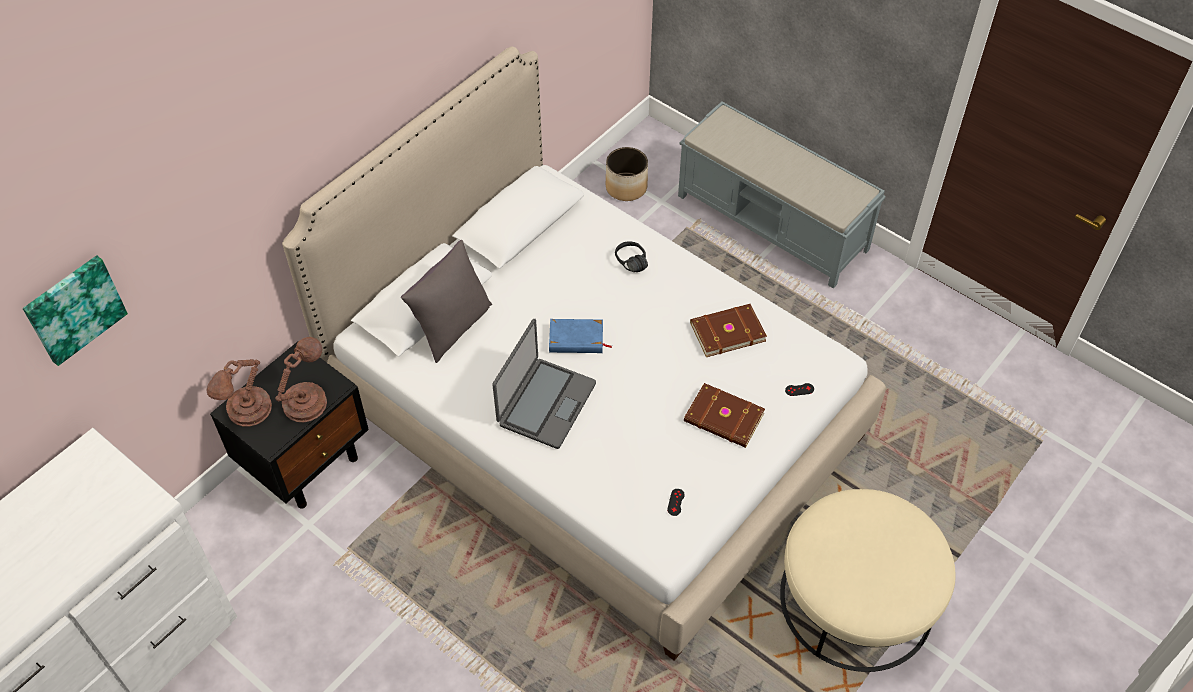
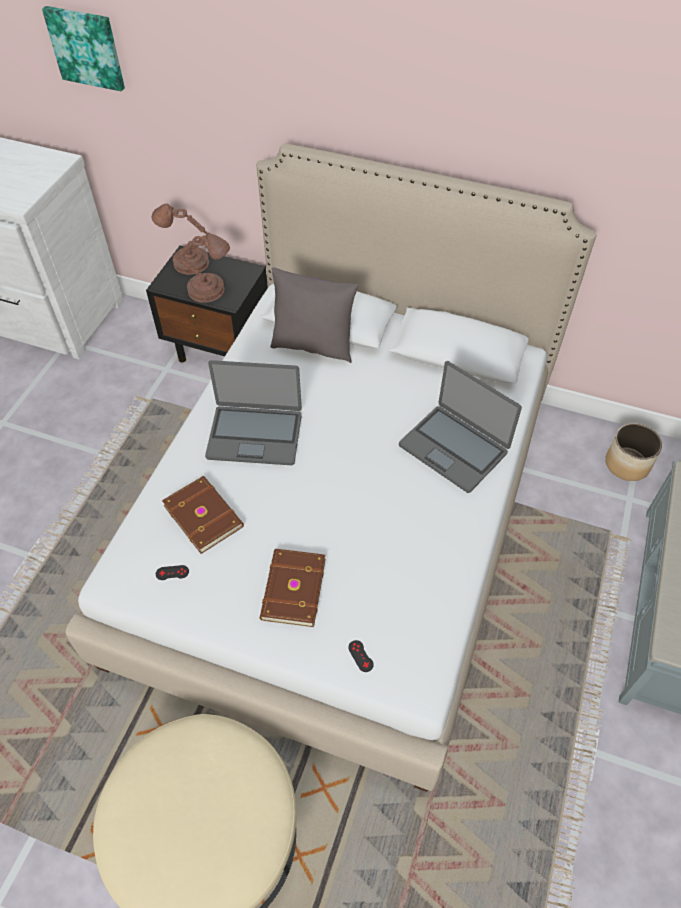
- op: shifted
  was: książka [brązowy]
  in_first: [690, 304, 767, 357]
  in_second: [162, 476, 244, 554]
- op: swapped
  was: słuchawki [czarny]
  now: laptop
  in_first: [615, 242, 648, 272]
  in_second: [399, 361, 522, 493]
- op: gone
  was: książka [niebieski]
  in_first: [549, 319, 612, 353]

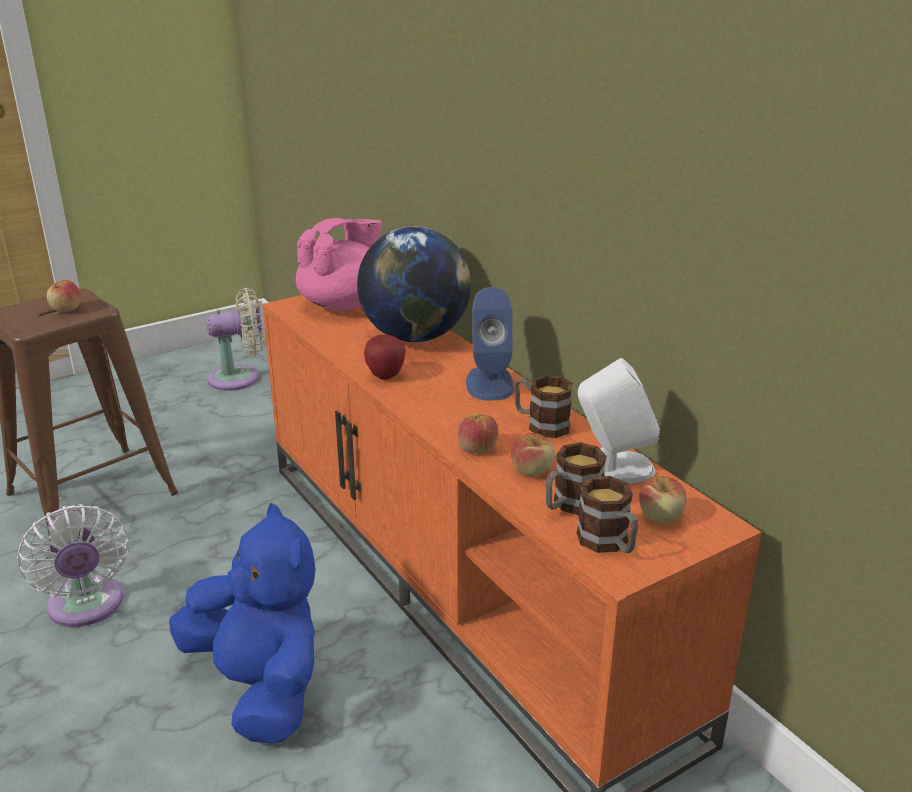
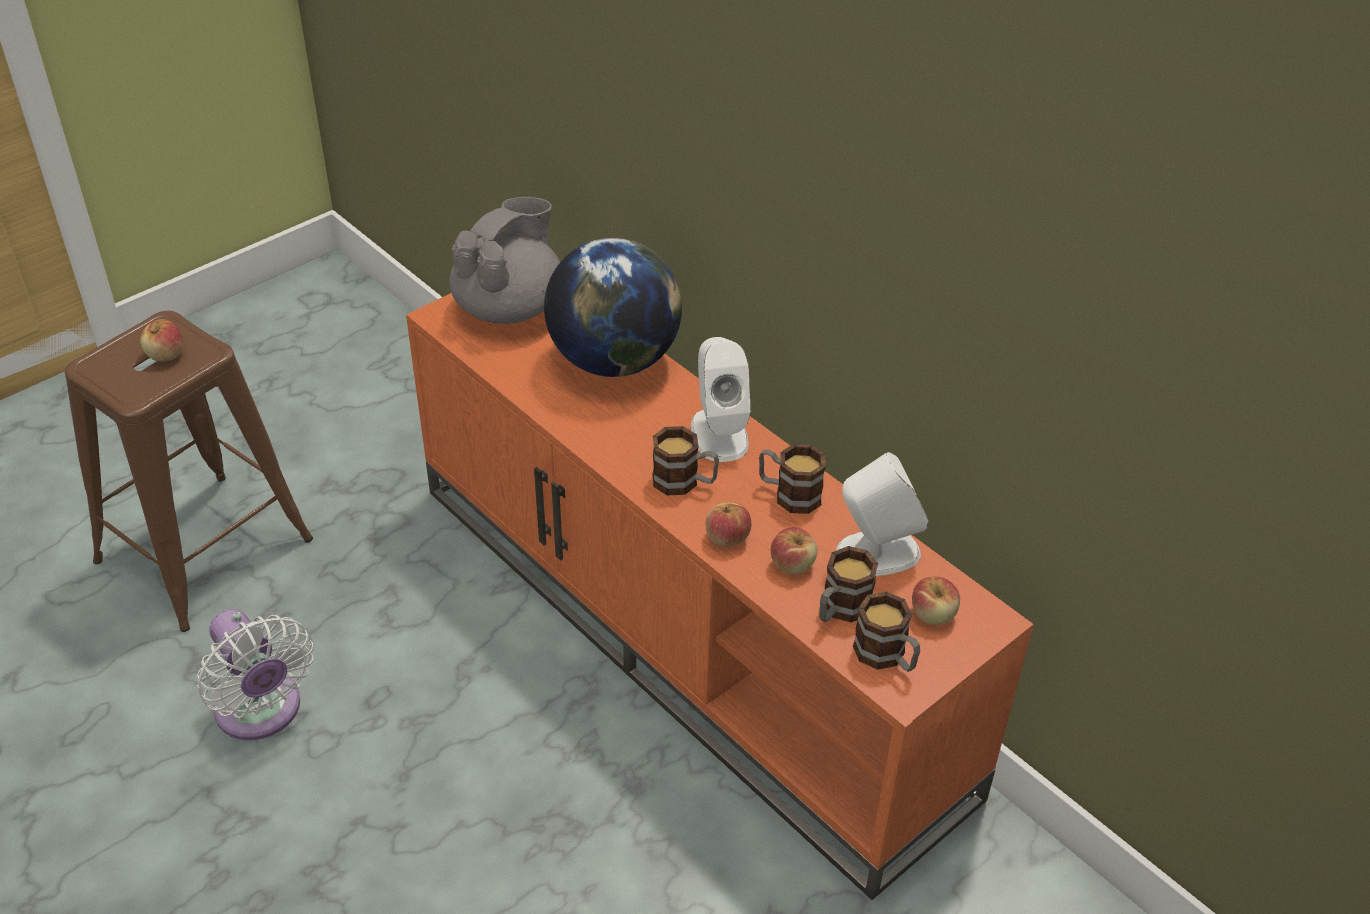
- op: repainted
  was: imbryk [różowy]
  now: imbryk [szary]
  in_first: [296, 218, 382, 311]
  in_second: [450, 197, 560, 324]
- op: new
  now: kubek
  in_second: [652, 426, 719, 495]
- op: repainted
  was: głośnik [niebieski]
  now: głośnik [biały]
  in_first: [466, 287, 514, 401]
  in_second: [691, 337, 751, 462]
- op: gone
  was: pluszak [niebieski]
  in_first: [169, 503, 316, 744]
- op: gone
  was: wentylator [beżowy]
  in_first: [206, 288, 264, 391]
- op: gone
  was: jabłko
  in_first: [364, 335, 406, 380]

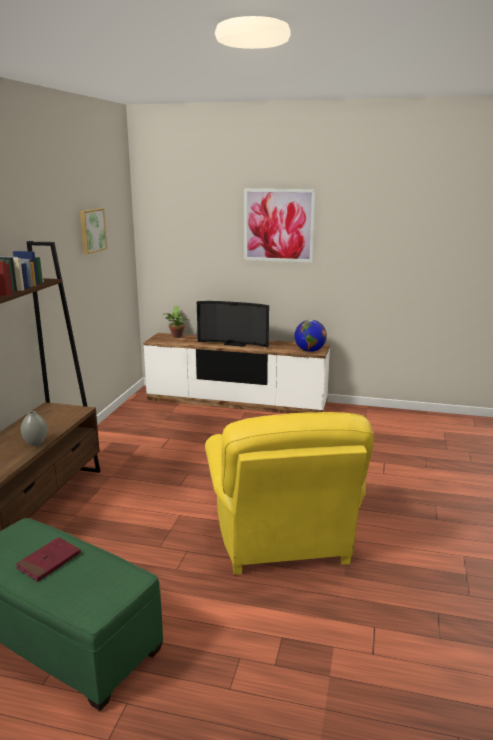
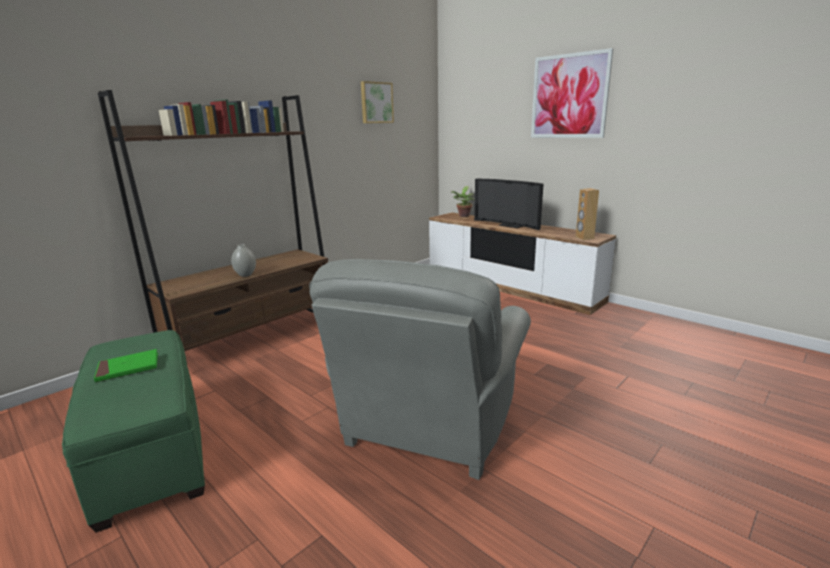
- op: repainted
  was: książka [czerwony]
  now: książka [zielony]
  in_first: [16, 537, 81, 582]
  in_second: [94, 349, 158, 382]
- op: repainted
  was: fotel [żółty]
  now: fotel [szary]
  in_first: [205, 412, 374, 575]
  in_second: [309, 259, 531, 480]
- op: swapped
  was: globus
  now: głośnik [brązowy]
  in_first: [294, 320, 327, 352]
  in_second: [576, 188, 599, 240]

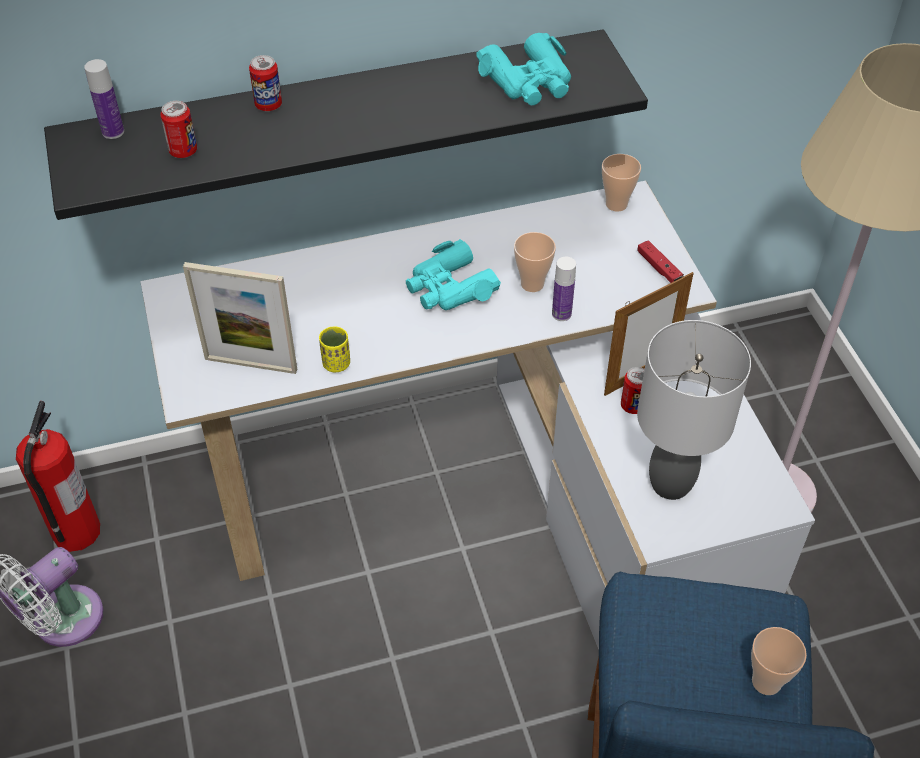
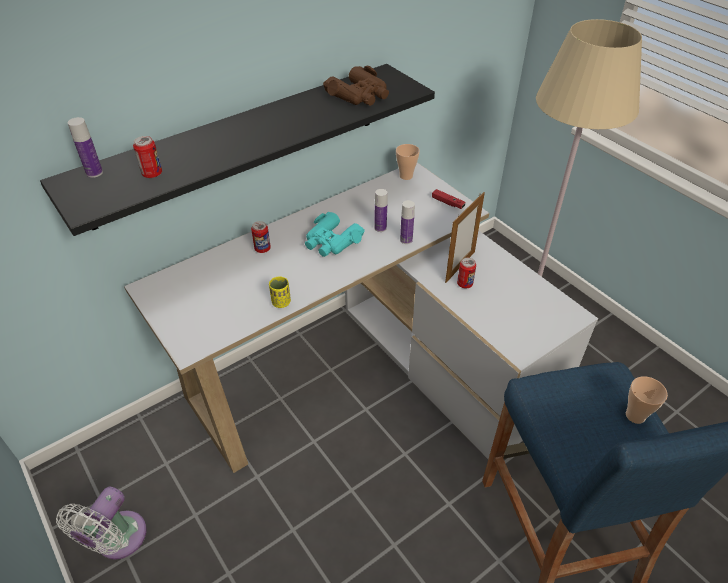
- op: shifted
  was: puszka
  in_first: [249, 55, 282, 111]
  in_second: [251, 221, 271, 253]
- op: repainted
  was: lornetka [turkusowy]
  now: lornetka [brązowy]
  in_first: [476, 33, 571, 106]
  in_second: [323, 65, 389, 106]
- op: swapped
  was: filiżanka
  now: butelka
  in_first: [514, 232, 556, 292]
  in_second: [374, 189, 387, 232]
- op: gone
  was: gaśnica
  in_first: [16, 401, 100, 552]
- op: gone
  was: ramka na zdjęcie
  in_first: [183, 262, 297, 374]
- op: gone
  was: lampa stołowa [szary]
  in_first: [637, 320, 751, 500]

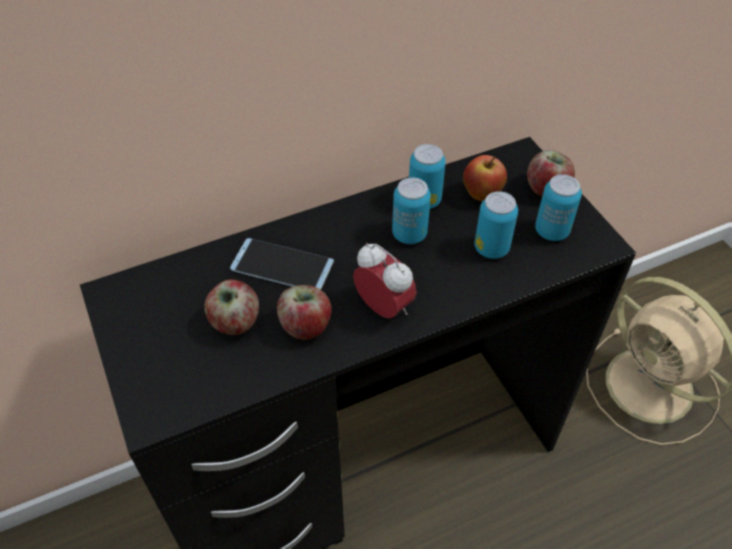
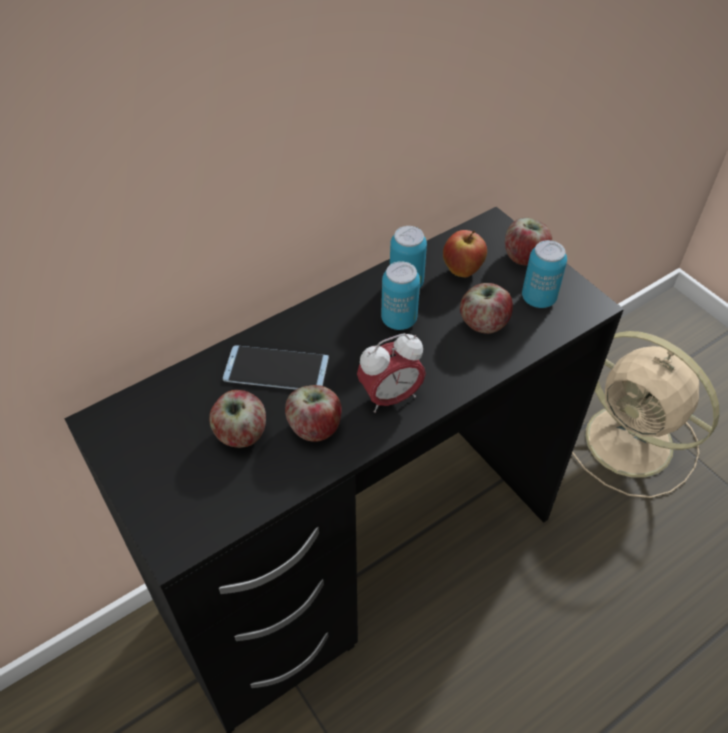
- op: rotated
  was: budzik
  in_first: [353, 243, 417, 319]
  in_second: [357, 333, 426, 413]
  clockwise: 120
- op: swapped
  was: puszka
  now: jabłko
  in_first: [474, 191, 518, 259]
  in_second: [460, 283, 513, 334]

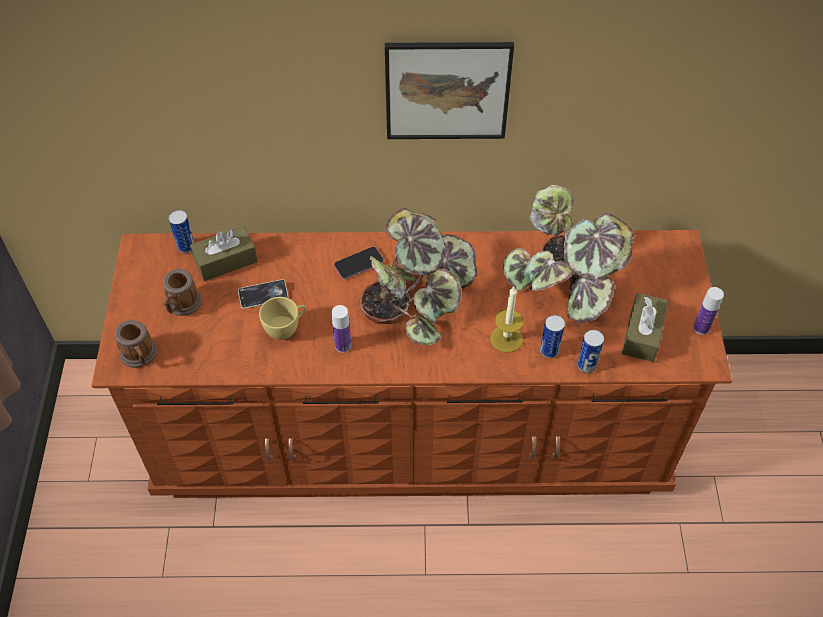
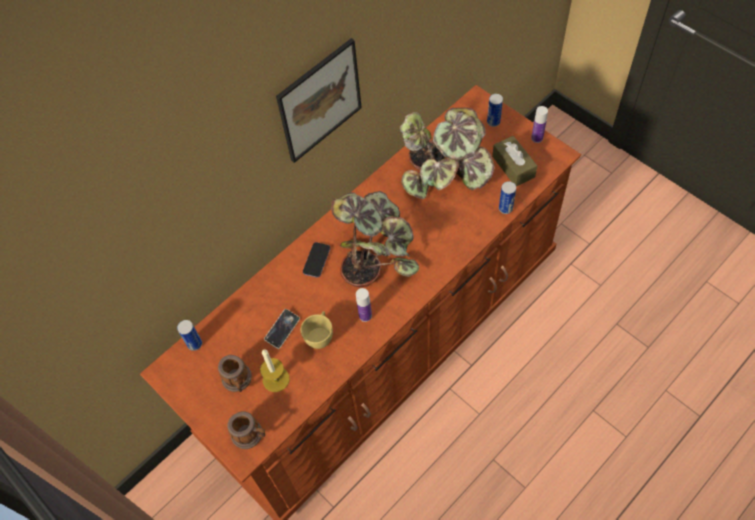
- op: shifted
  was: świeca
  in_first: [490, 287, 523, 353]
  in_second: [260, 349, 290, 392]
- op: shifted
  was: puszka
  in_first: [540, 315, 565, 358]
  in_second: [487, 94, 503, 127]
- op: gone
  was: pudełko chusteczek [brązowy]
  in_first: [190, 226, 258, 281]

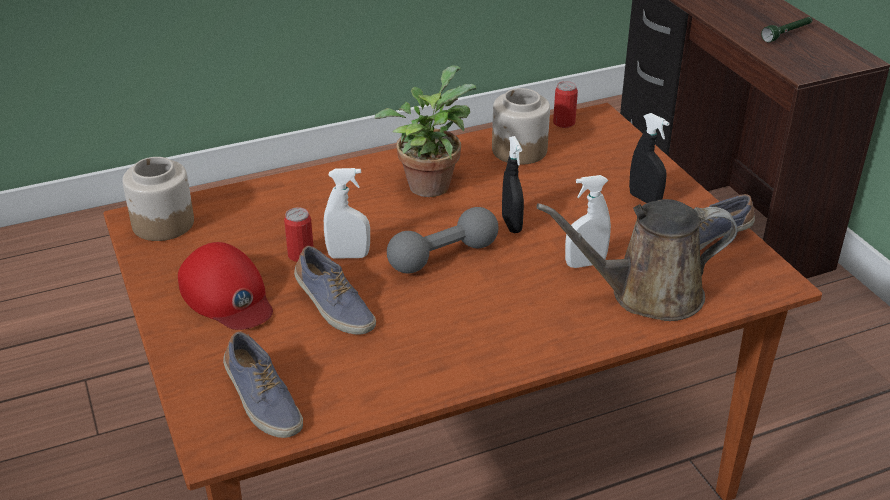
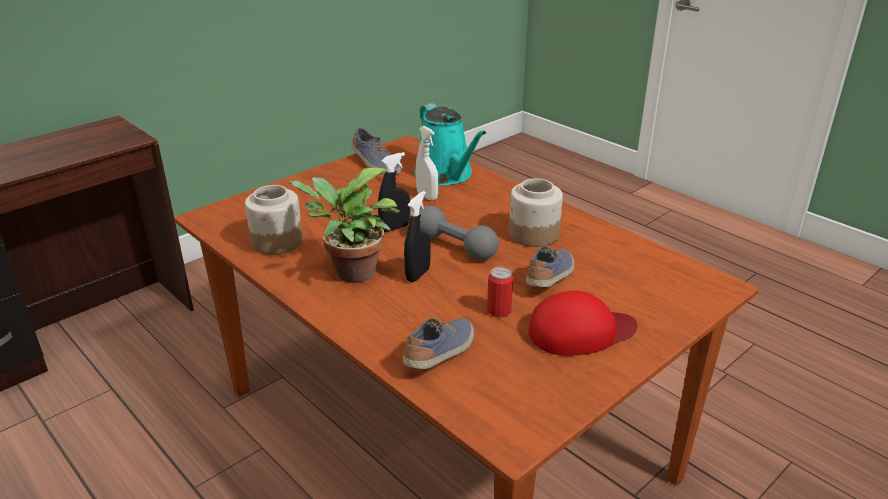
- op: shifted
  was: but
  in_first: [223, 331, 303, 438]
  in_second: [403, 318, 474, 369]
- op: shifted
  was: spryskiwacz [czarny]
  in_first: [629, 113, 669, 203]
  in_second: [404, 191, 431, 282]
- op: repainted
  was: konewka [brązowy]
  now: konewka [turkusowy]
  in_first: [536, 199, 738, 321]
  in_second: [415, 103, 487, 185]
- op: shifted
  was: słoik
  in_first: [122, 157, 194, 241]
  in_second: [509, 178, 563, 247]
- op: rotated
  was: czapka z daszkiem [czerwony]
  in_first: [178, 242, 273, 330]
  in_second: [528, 290, 637, 356]
  clockwise: 45
- op: gone
  was: spryskiwacz [biały]
  in_first: [324, 168, 370, 259]
- op: gone
  was: puszka
  in_first: [553, 81, 578, 128]
- op: gone
  was: latarka [zielony]
  in_first: [761, 17, 812, 42]

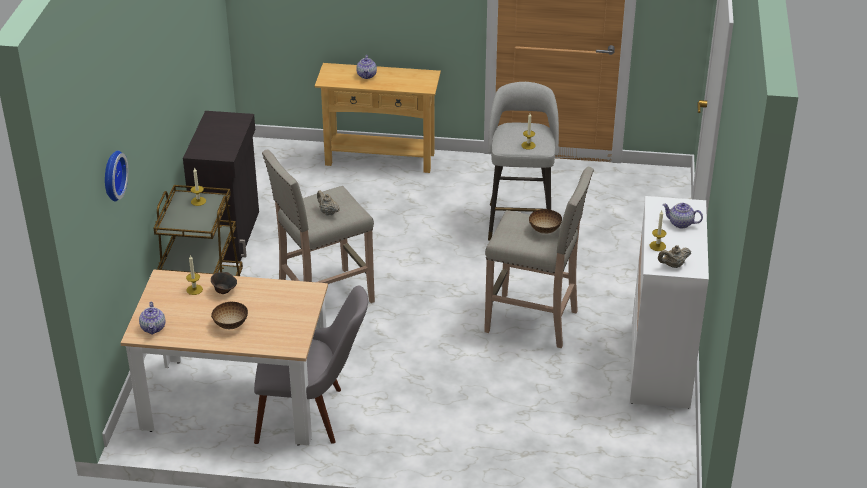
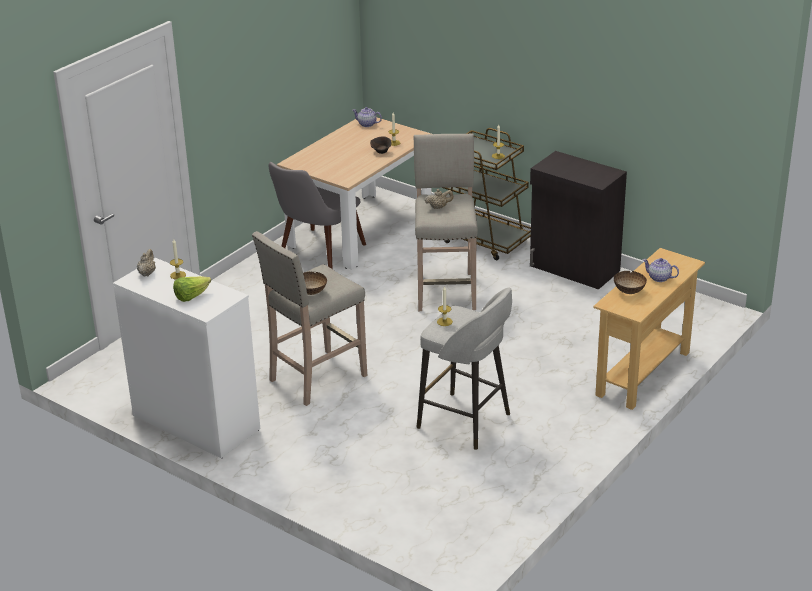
- op: swapped
  was: imbryk
  now: sałata
  in_first: [662, 203, 703, 228]
  in_second: [173, 276, 211, 302]
- op: shifted
  was: miska
  in_first: [211, 302, 248, 329]
  in_second: [614, 271, 647, 294]
- op: gone
  was: zegar ścienny
  in_first: [105, 150, 128, 202]

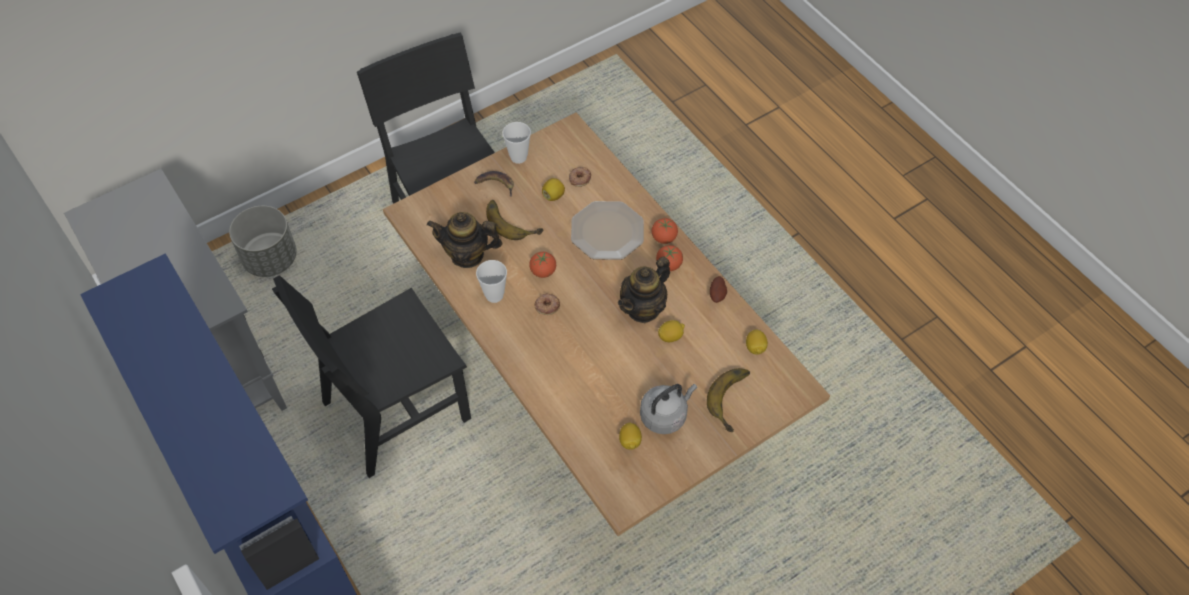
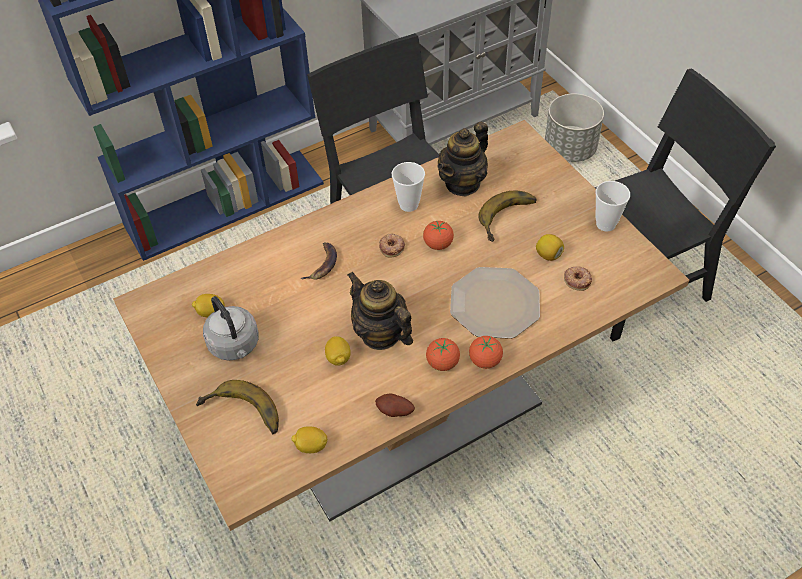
- op: shifted
  was: banan
  in_first: [474, 171, 514, 197]
  in_second: [300, 242, 337, 280]
- op: rotated
  was: imbryk
  in_first: [427, 212, 503, 268]
  in_second: [437, 122, 488, 197]
  clockwise: -150

